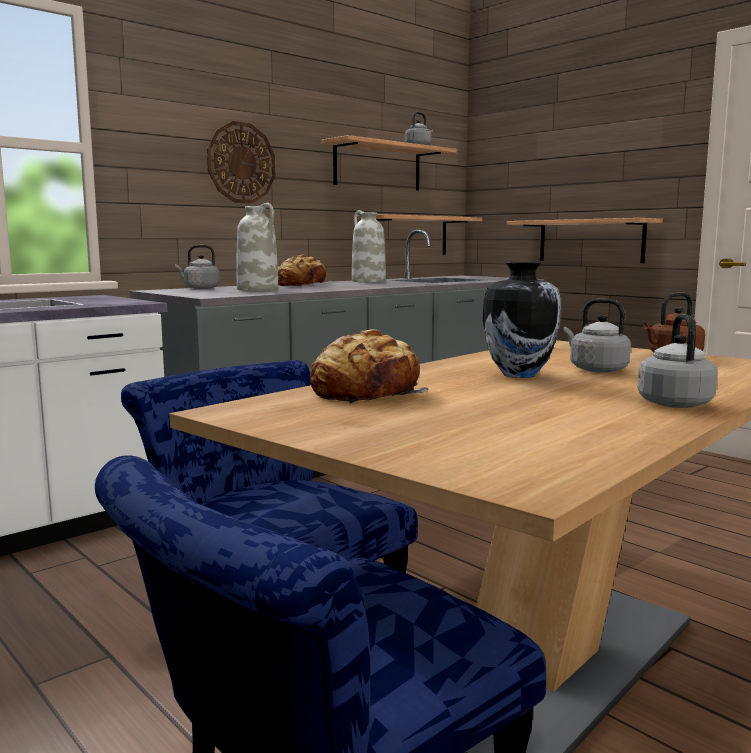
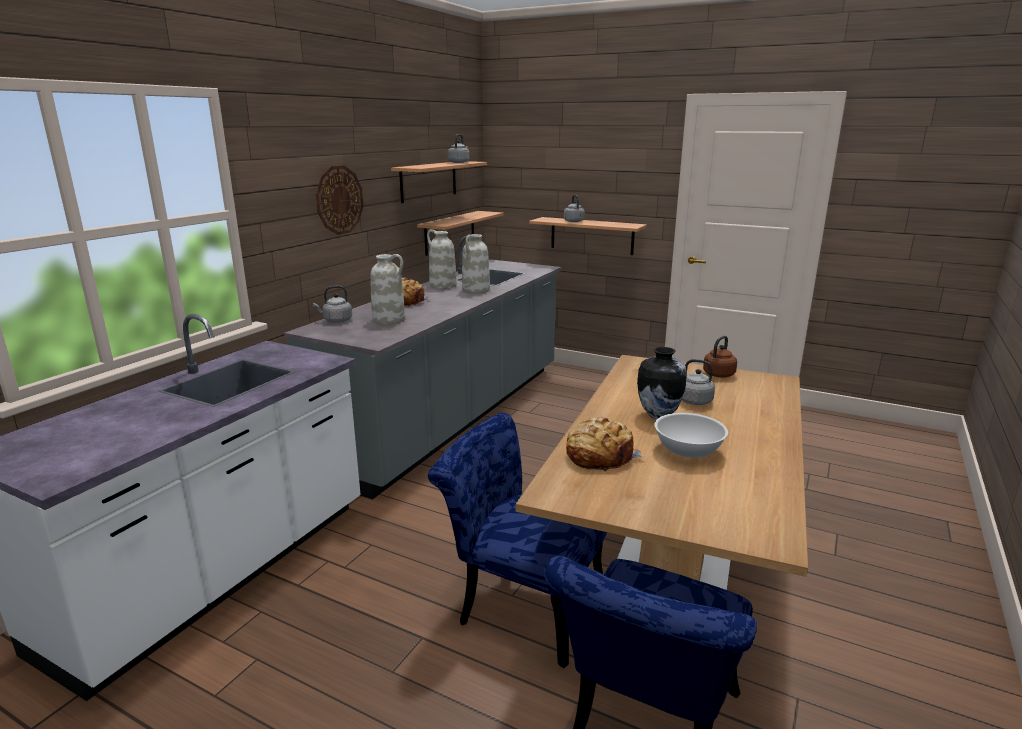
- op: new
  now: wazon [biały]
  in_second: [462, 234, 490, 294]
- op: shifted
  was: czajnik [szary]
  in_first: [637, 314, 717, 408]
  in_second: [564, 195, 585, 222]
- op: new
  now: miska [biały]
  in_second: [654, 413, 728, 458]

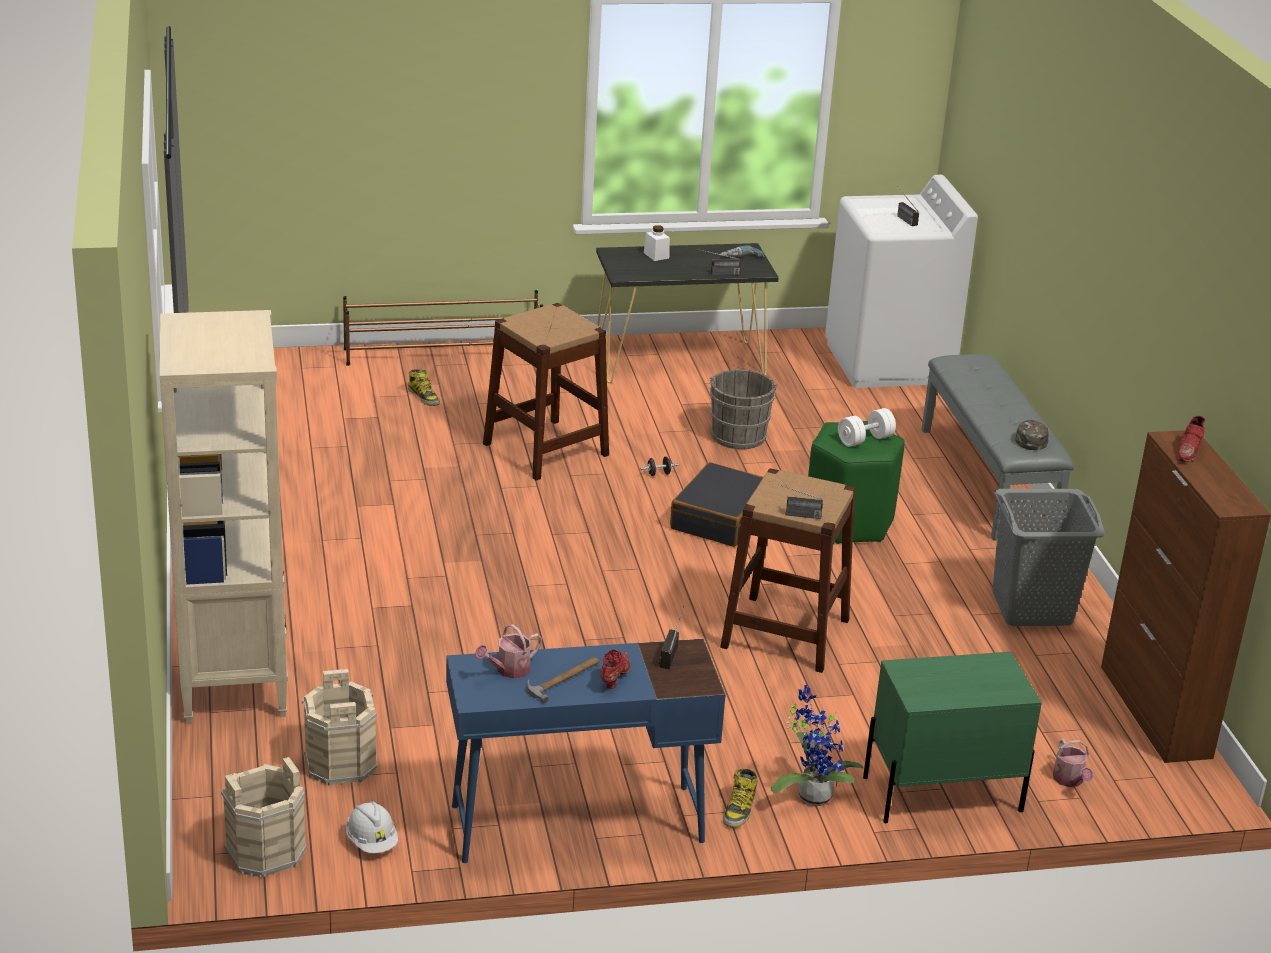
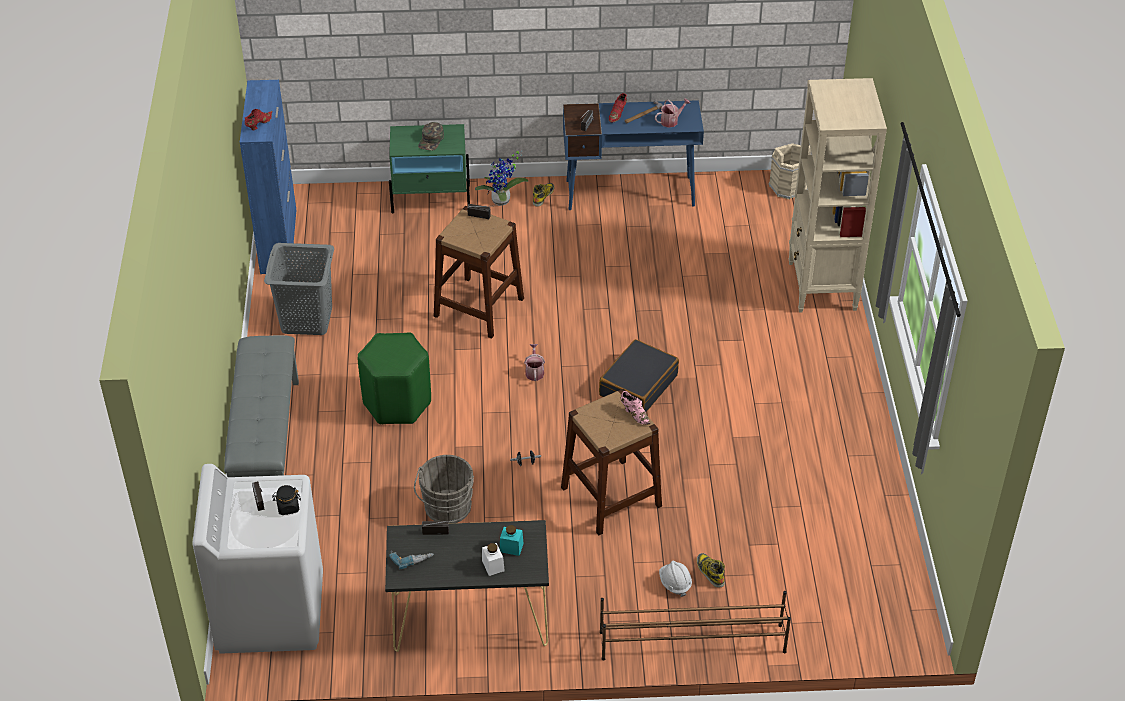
- op: repainted
  was: szafka [brązowy]
  now: szafka [niebieski]
  in_first: [1101, 430, 1271, 763]
  in_second: [240, 80, 296, 274]
- op: new
  now: słoik [czarny]
  in_second: [272, 485, 301, 515]
- op: shifted
  was: czapka z daszkiem [zielony]
  in_first: [1015, 420, 1049, 450]
  in_second: [418, 122, 444, 151]
- op: new
  now: słoik [turkusowy]
  in_second: [500, 525, 524, 556]
- op: shifted
  was: konewka
  in_first: [1053, 739, 1094, 787]
  in_second: [524, 344, 545, 381]
- op: shifted
  was: walizka [czarny]
  in_first: [670, 462, 763, 547]
  in_second: [599, 339, 679, 412]
- op: new
  now: but [różowy]
  in_second: [620, 391, 651, 425]
- op: shifted
  was: kask [biały]
  in_first: [346, 801, 398, 853]
  in_second: [659, 561, 692, 597]
- op: gone
  was: wiadro [beżowy]
  in_first: [302, 669, 377, 786]
- op: gone
  was: hantel [biały]
  in_first: [838, 408, 896, 447]

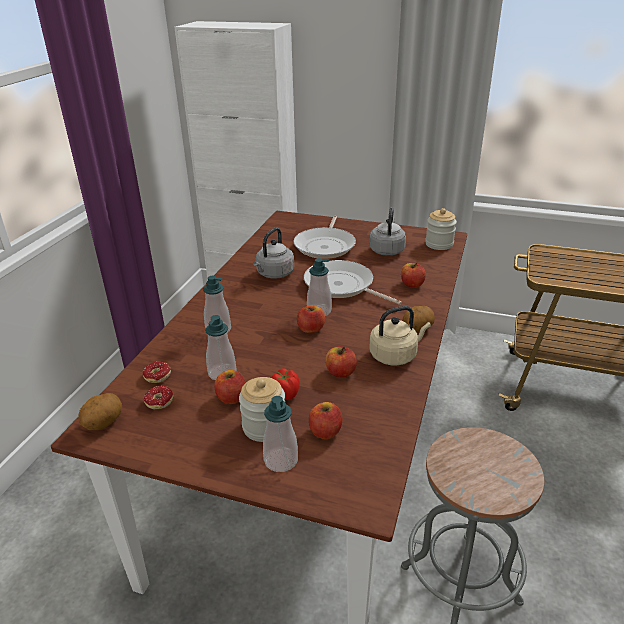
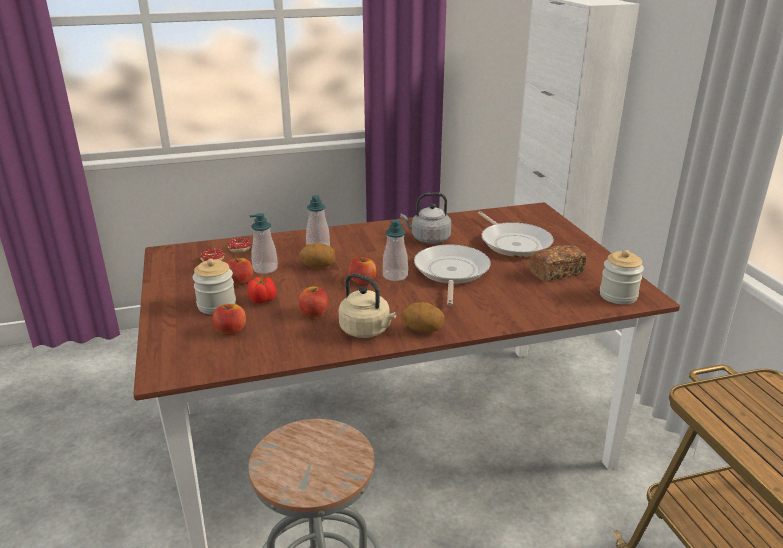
- op: shifted
  was: ziemniak
  in_first: [78, 393, 122, 430]
  in_second: [299, 243, 335, 268]
- op: rotated
  was: patelnia
  in_first: [293, 216, 356, 259]
  in_second: [478, 211, 554, 257]
  clockwise: -90
- op: swapped
  was: czajnik [szary]
  now: chleb
  in_first: [370, 208, 406, 256]
  in_second: [529, 245, 586, 281]
- op: gone
  was: dozownik mydła
  in_first: [263, 396, 298, 472]
- op: gone
  was: jabłko
  in_first: [401, 263, 426, 288]

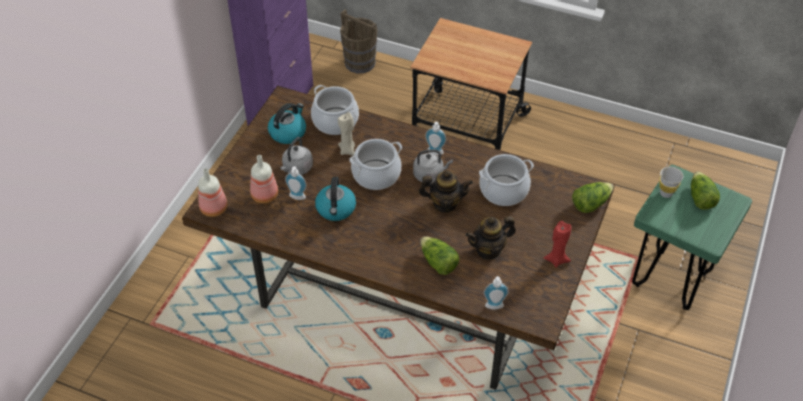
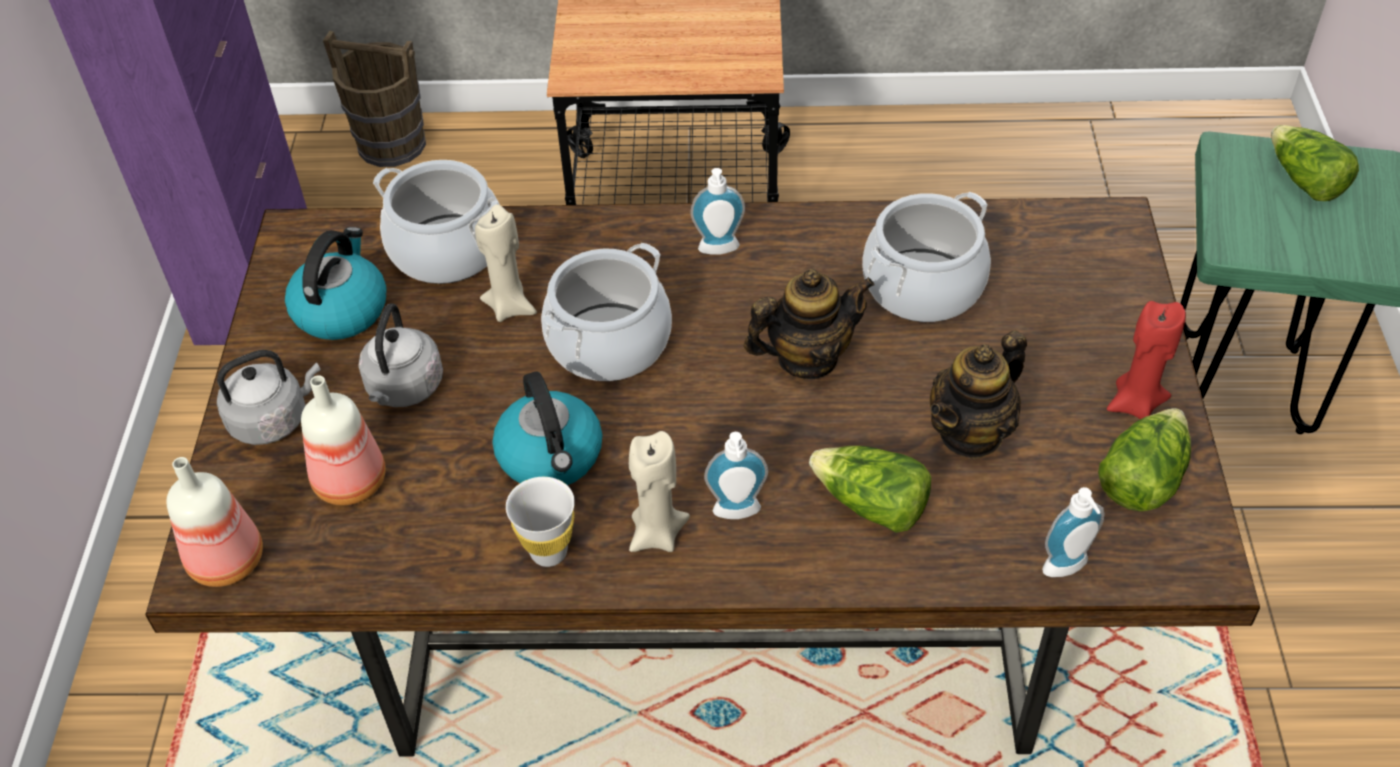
- op: shifted
  was: czajnik [szary]
  in_first: [413, 149, 453, 183]
  in_second: [217, 350, 320, 445]
- op: shifted
  was: filiżanka [biały]
  in_first: [659, 167, 683, 198]
  in_second: [506, 477, 575, 567]
- op: new
  now: świeca [beżowy]
  in_second: [629, 431, 690, 552]
- op: shifted
  was: dozownik mydła
  in_first: [285, 166, 307, 200]
  in_second: [704, 432, 768, 519]
- op: shifted
  was: sałata
  in_first: [572, 182, 614, 213]
  in_second: [1098, 408, 1191, 512]

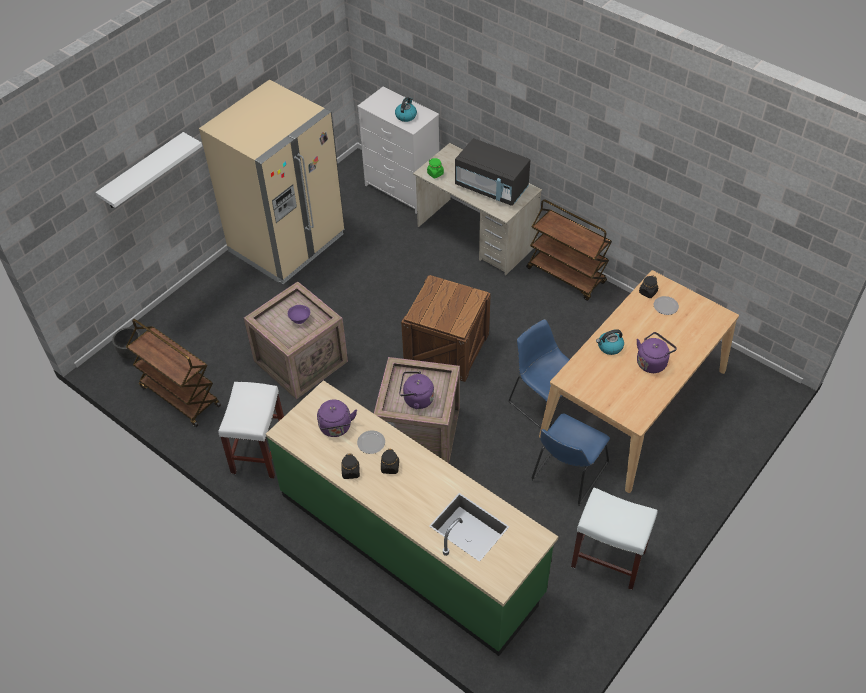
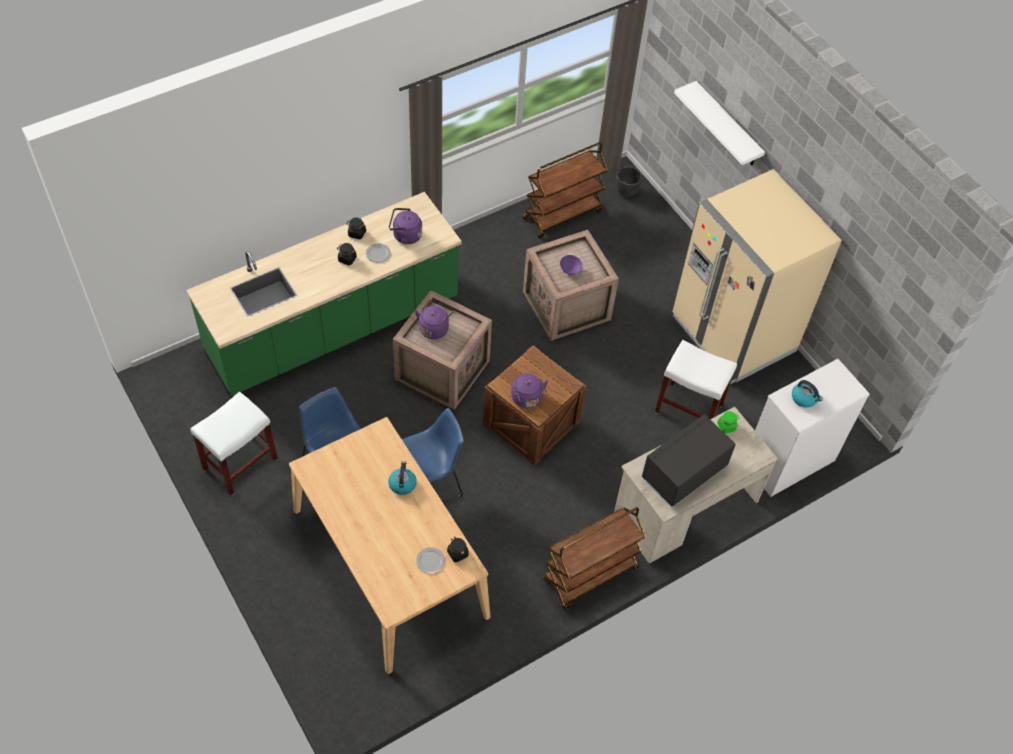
- op: shifted
  was: czajnik [fioletowy]
  in_first: [637, 332, 677, 373]
  in_second: [511, 373, 548, 408]
- op: shifted
  was: stołek [biały]
  in_first: [218, 382, 284, 478]
  in_second: [655, 340, 737, 419]

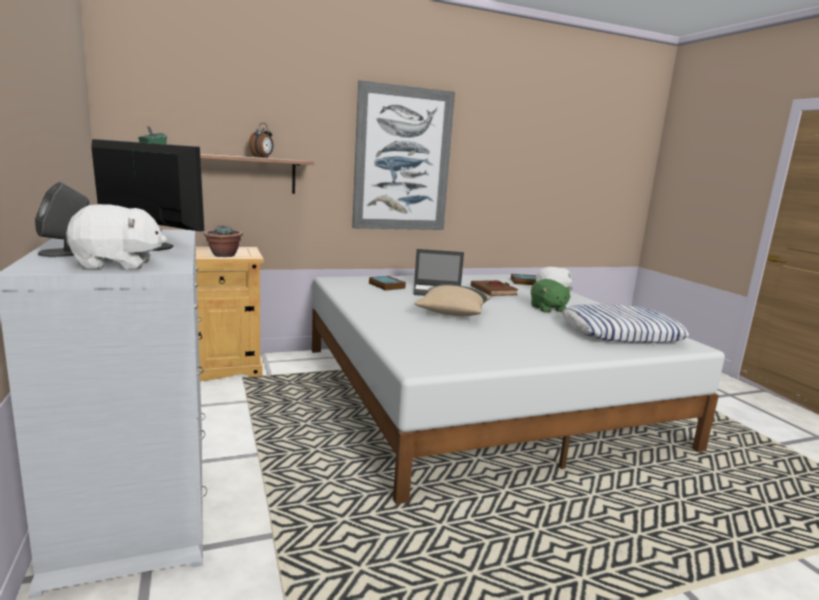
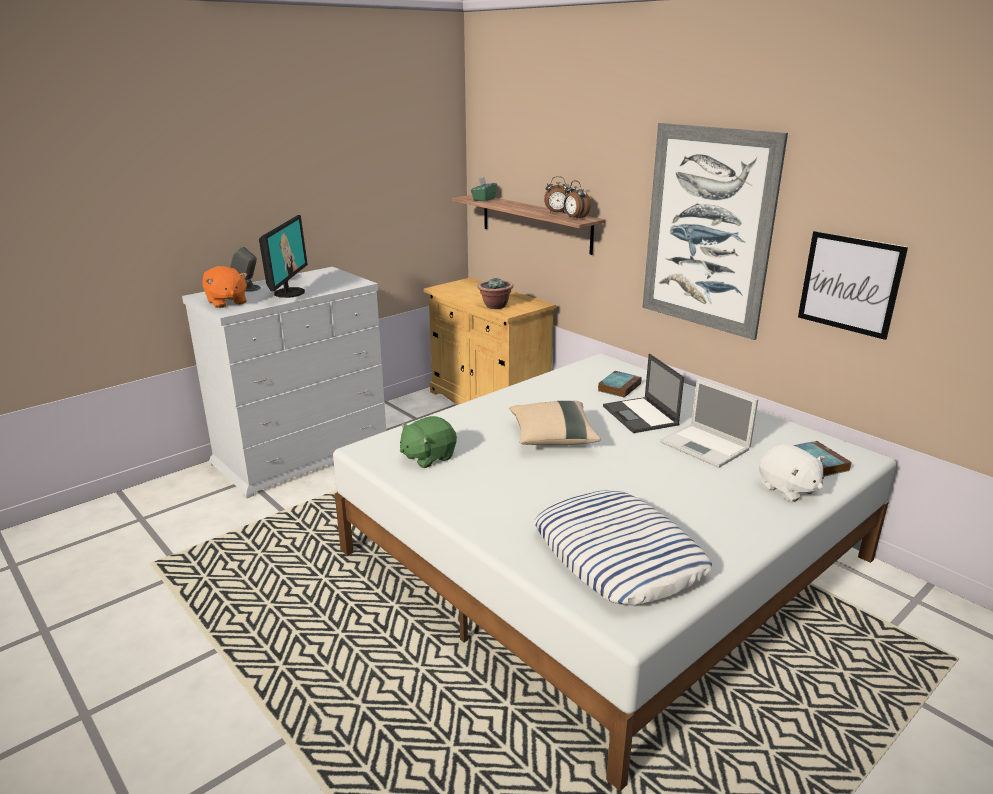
- op: repainted
  was: pluszak [biały]
  now: pluszak [pomarańczowy]
  in_first: [66, 204, 167, 269]
  in_second: [202, 266, 247, 308]
- op: shifted
  was: pluszak [zielony]
  in_first: [531, 279, 573, 313]
  in_second: [400, 416, 457, 468]
- op: new
  now: budzik
  in_second: [564, 181, 591, 220]
- op: swapped
  was: książka [brązowy]
  now: laptop
  in_first: [471, 280, 518, 296]
  in_second: [660, 379, 758, 468]
- op: new
  now: obraz
  in_second: [798, 231, 908, 340]

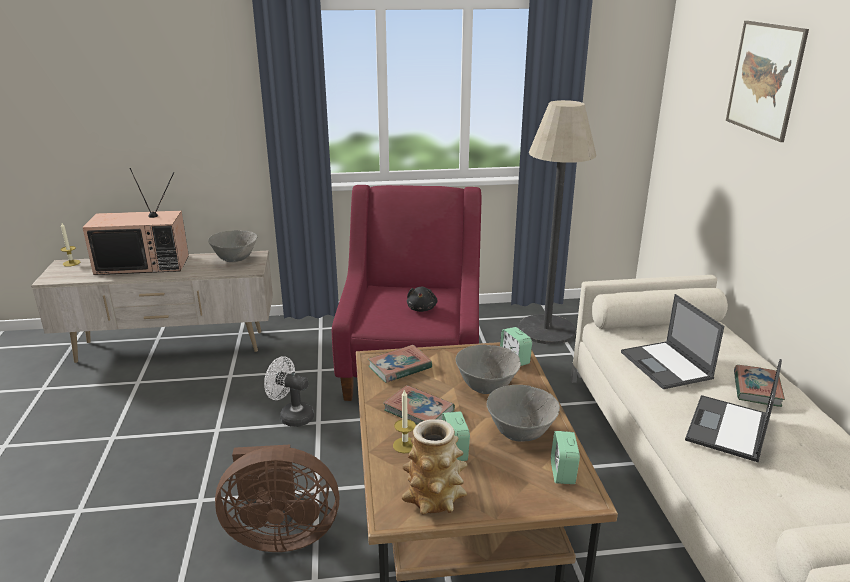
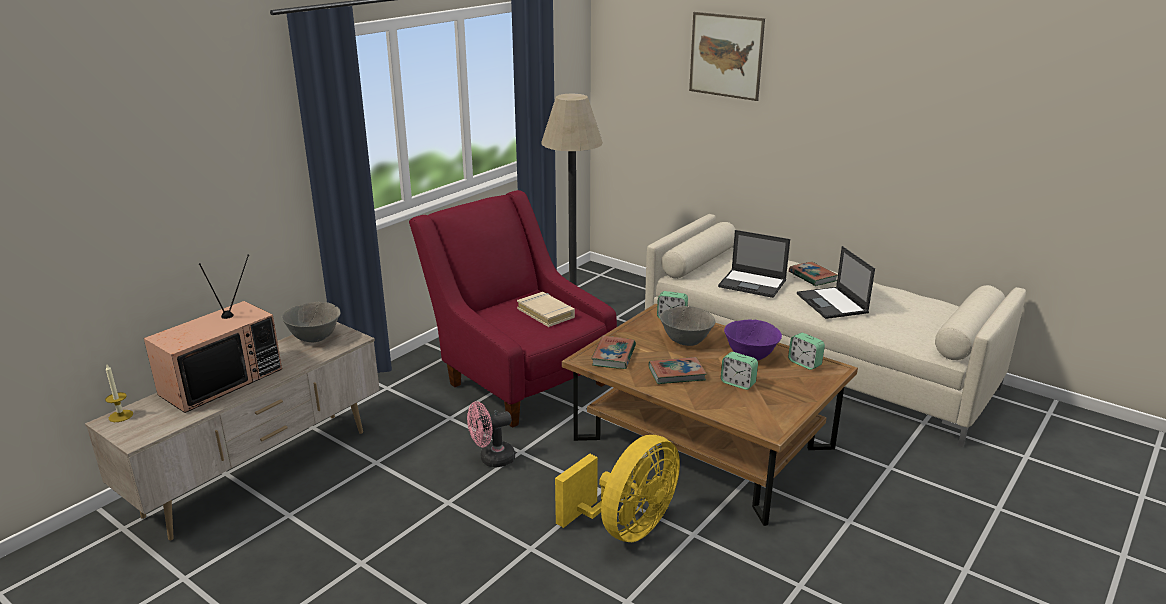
- op: repainted
  was: wentylator [biały]
  now: wentylator [różowy]
  in_first: [264, 357, 314, 427]
  in_second: [467, 401, 515, 467]
- op: swapped
  was: pluszak [czarny]
  now: książka [beżowy]
  in_first: [407, 287, 438, 312]
  in_second: [517, 292, 575, 327]
- op: repainted
  was: wentylator [brązowy]
  now: wentylator [żółty]
  in_first: [215, 444, 340, 552]
  in_second: [555, 435, 680, 542]
- op: repainted
  was: miska [szary]
  now: miska [fioletowy]
  in_first: [487, 385, 560, 442]
  in_second: [724, 319, 782, 361]
- op: gone
  was: świeca
  in_first: [393, 389, 416, 453]
- op: gone
  was: wazon
  in_first: [401, 419, 467, 515]

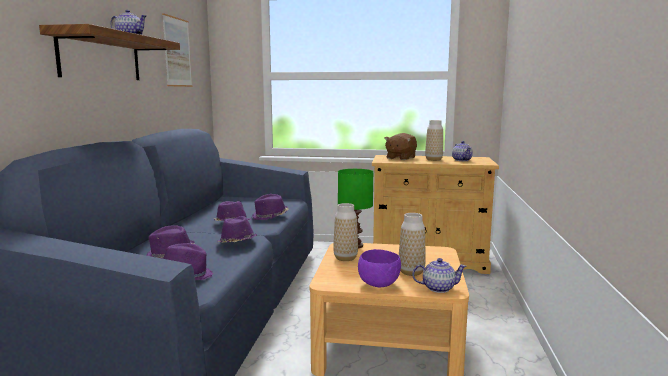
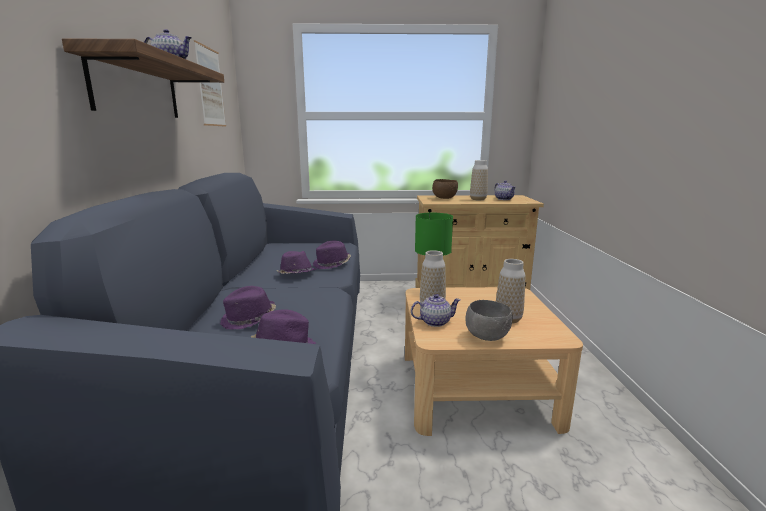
- op: shifted
  was: imbryk
  in_first: [412, 258, 467, 293]
  in_second: [411, 294, 461, 327]
- op: swapped
  was: pluszak [brązowy]
  now: miska [brązowy]
  in_first: [384, 133, 417, 160]
  in_second: [432, 179, 458, 199]
- op: repainted
  was: miska [fioletowy]
  now: miska [szary]
  in_first: [358, 249, 401, 287]
  in_second: [466, 300, 513, 341]
- op: gone
  was: kapelusz [fioletowy]
  in_first: [217, 216, 257, 243]

